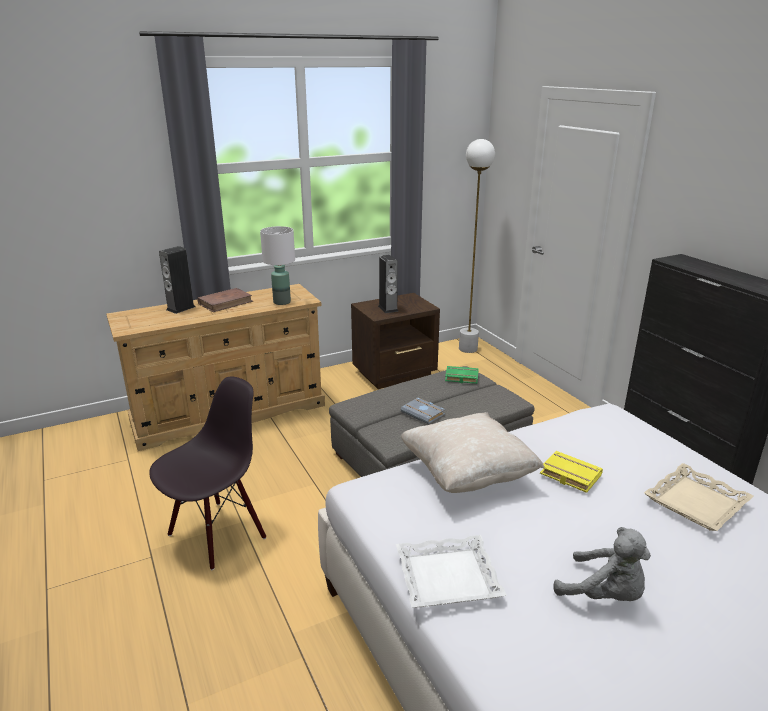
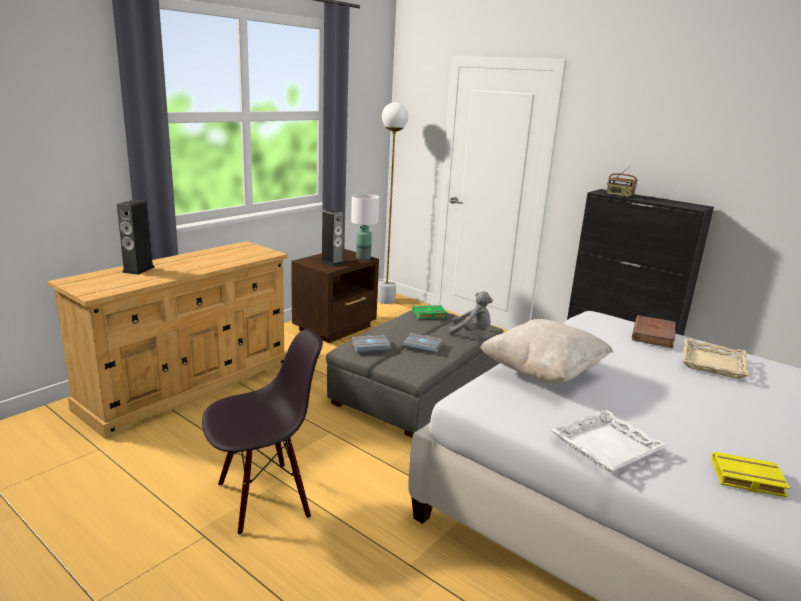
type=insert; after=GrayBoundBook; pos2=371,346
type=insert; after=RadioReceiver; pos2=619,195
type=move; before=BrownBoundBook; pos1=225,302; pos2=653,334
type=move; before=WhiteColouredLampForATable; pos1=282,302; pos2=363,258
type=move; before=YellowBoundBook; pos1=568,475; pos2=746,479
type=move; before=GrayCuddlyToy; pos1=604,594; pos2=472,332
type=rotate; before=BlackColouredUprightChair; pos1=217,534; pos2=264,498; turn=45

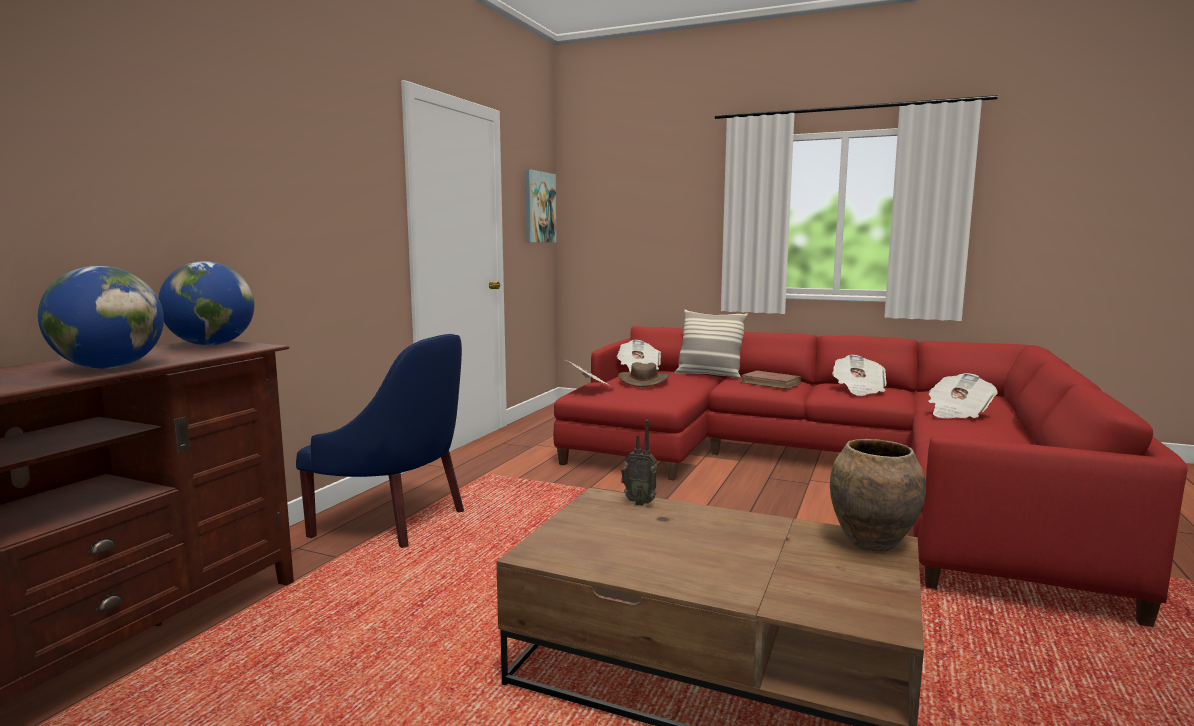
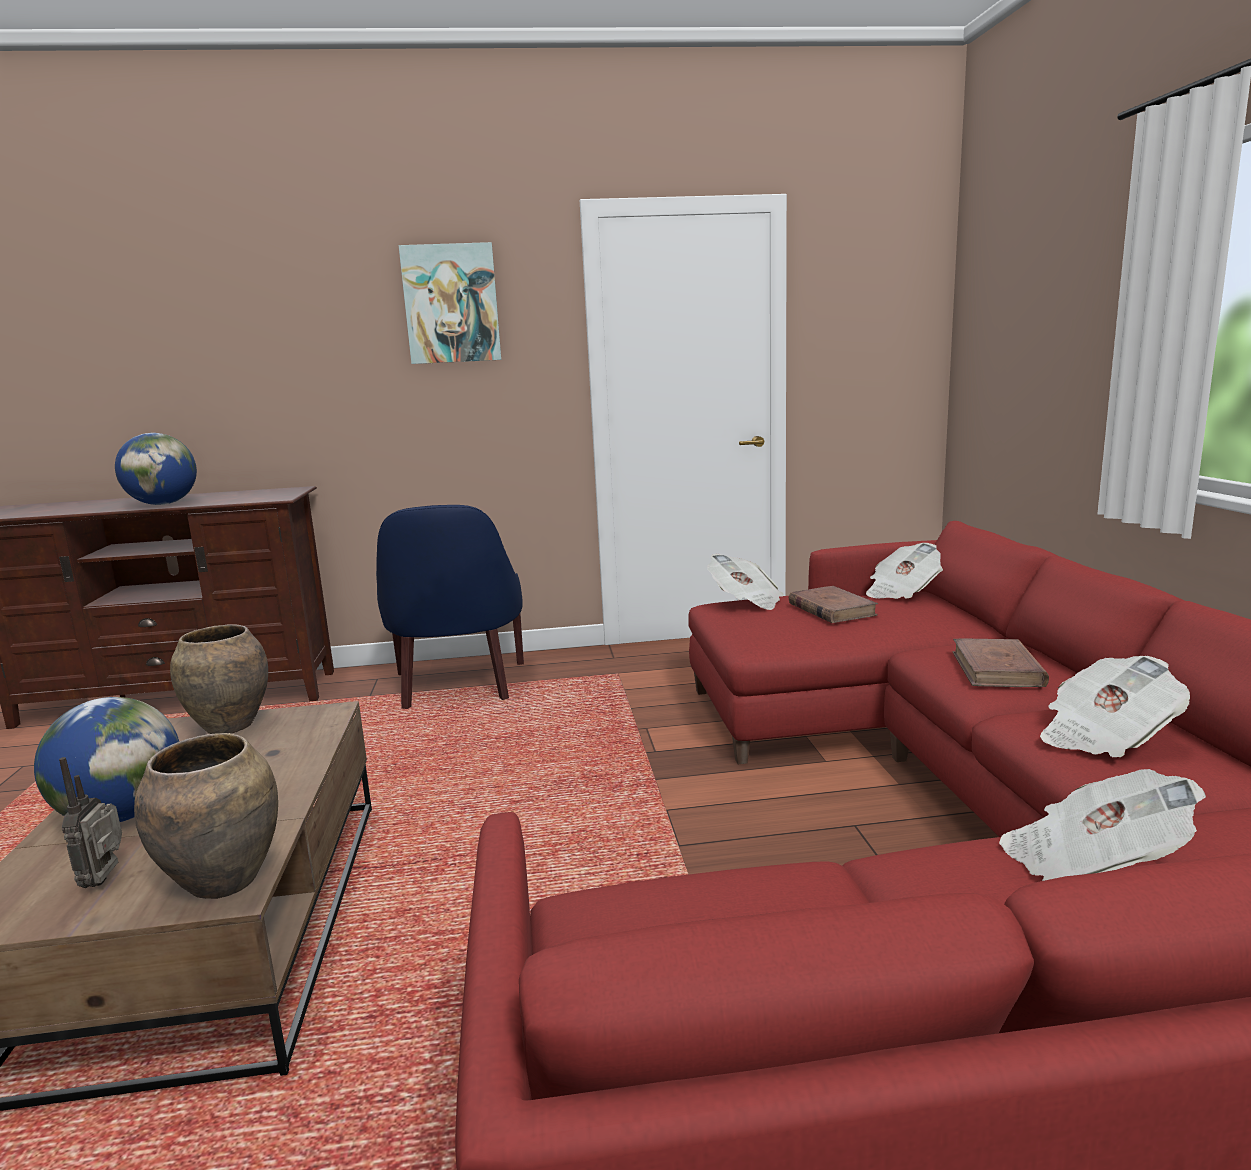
type=delete; before=ThrowPillow; pos1=709,375
type=insert; after=BrownFlowerVase; pos2=229,726
type=move; before=WorldGlobe; pos1=211,345; pos2=122,815
type=move; before=Picture; pos1=539,207; pos2=451,304
type=move; before=RadioReceiver; pos1=639,502; pos2=107,880
type=replace; before=BrownClothingHat; after=BrownBoundBook; pos1=644,381; pos2=831,609

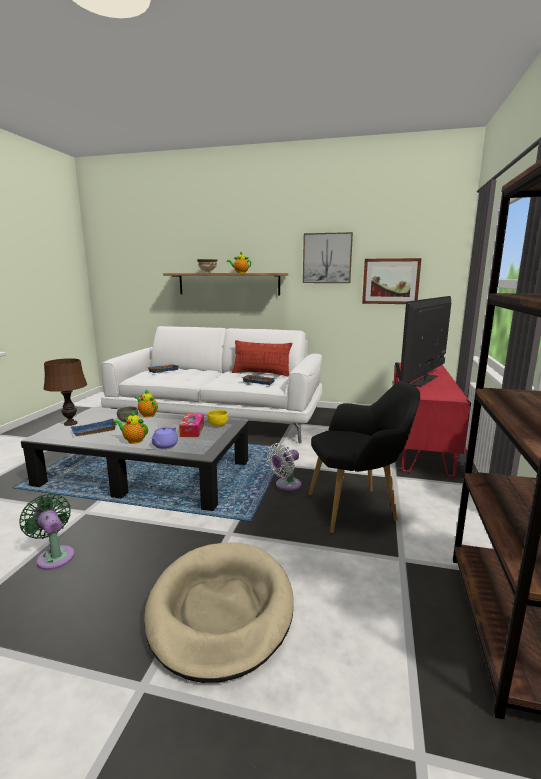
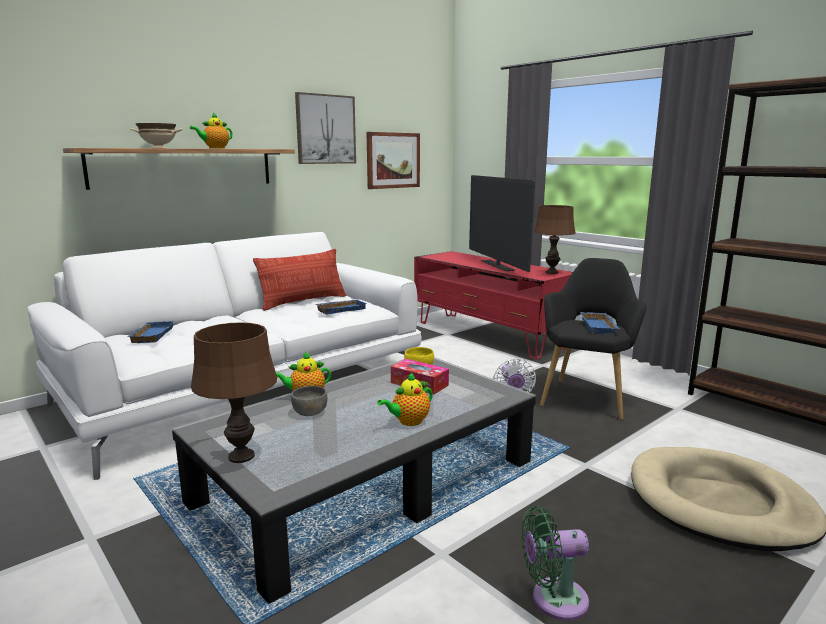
type=delete; before=PurplishTeaPot; pos1=164,445
type=insert; after=BrownLampForATable; pos2=552,272
type=move; before=BluishServingTray; pos1=94,431; pos2=600,327

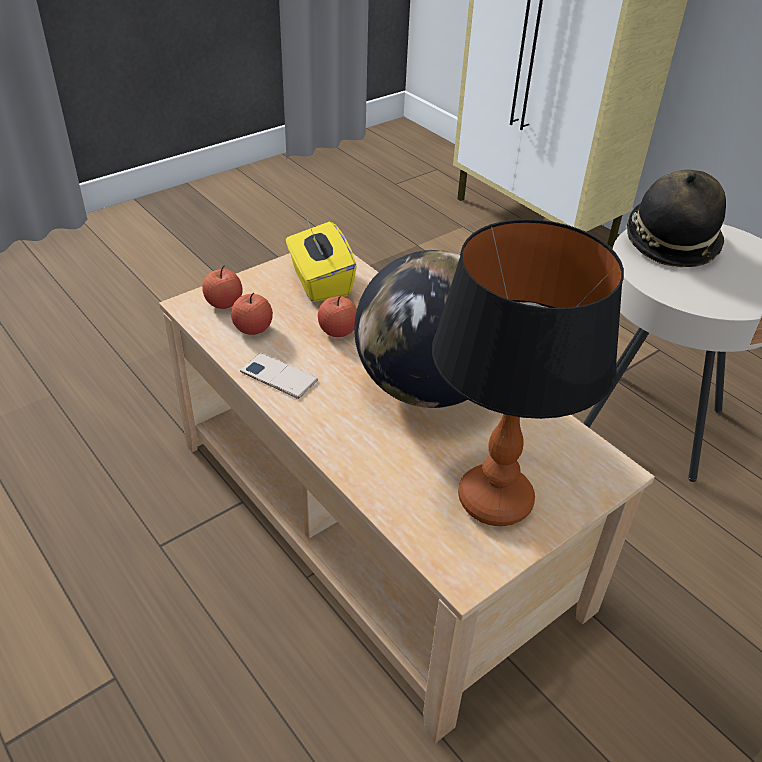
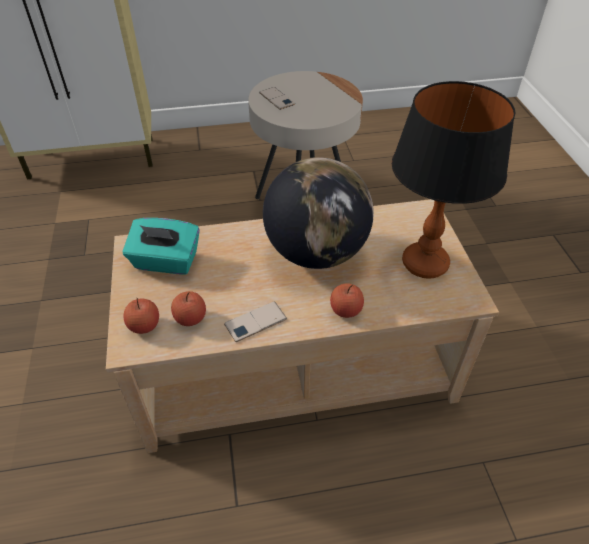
type=move; before=WholeApple; pos1=338,331; pos2=346,310
type=replace; before=ClothingHat; after=Handset; pos1=670,242; pos2=277,98
type=recolor; before=YellowTissueBox; after=BlueGreenTissueBox; pos1=320,282; pos2=166,262

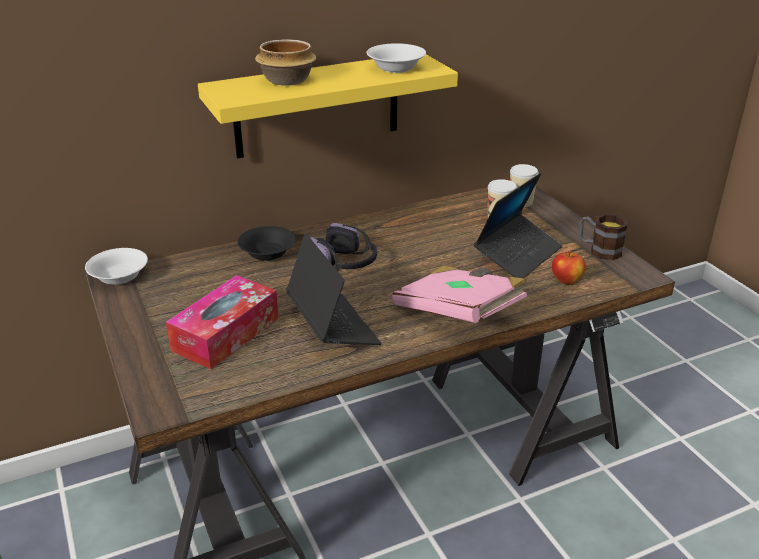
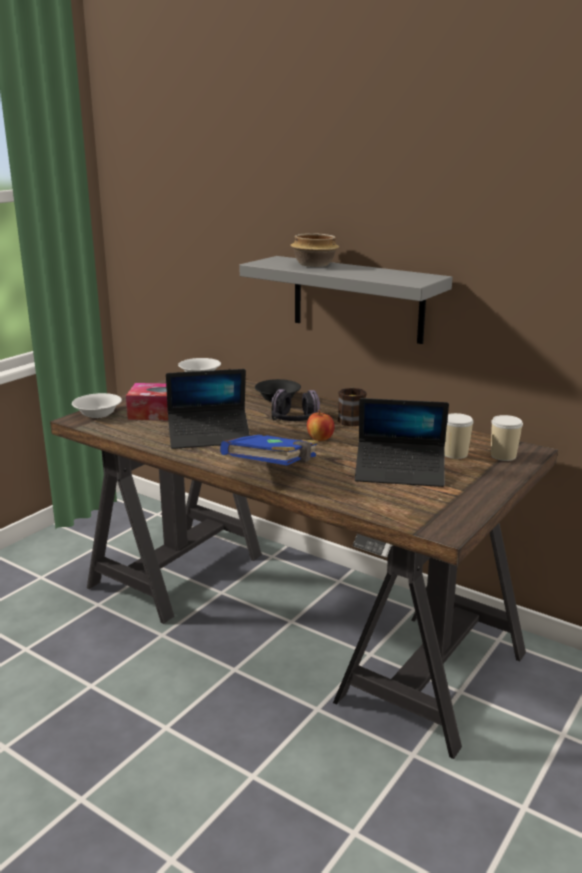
type=move; before=WhiteColouredBowl; pos1=397,68; pos2=98,414
type=move; before=WholeApple; pos1=567,280; pos2=320,439
type=move; before=TeaMug; pos1=599,250; pos2=351,419
type=recolor; before=YellowBracketShelf; after=GrayBracketShelf; pos1=317,105; pos2=357,299
type=recolor; before=PinkBoundBook; after=BluishBoundBook; pos1=458,314; pos2=274,469
type=rotate; before=PortableComputer; pos1=332,326; pos2=209,436; turn=45

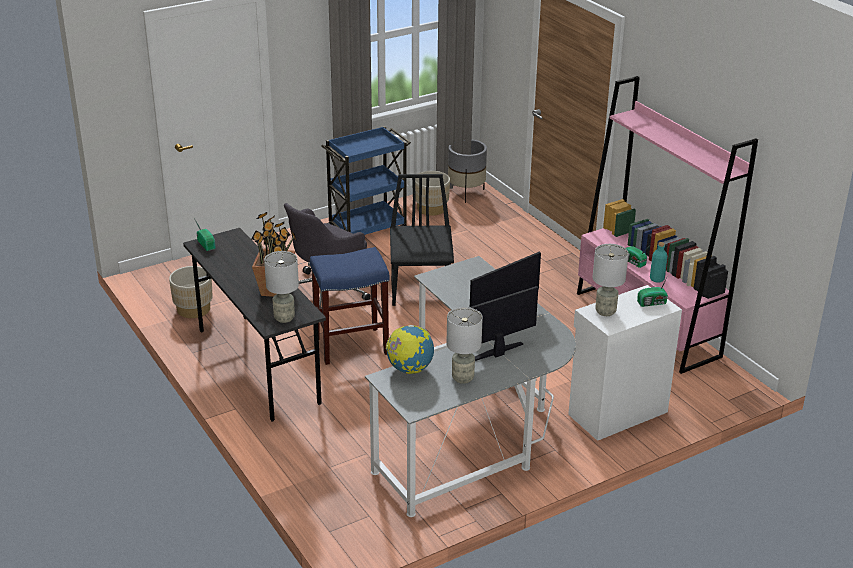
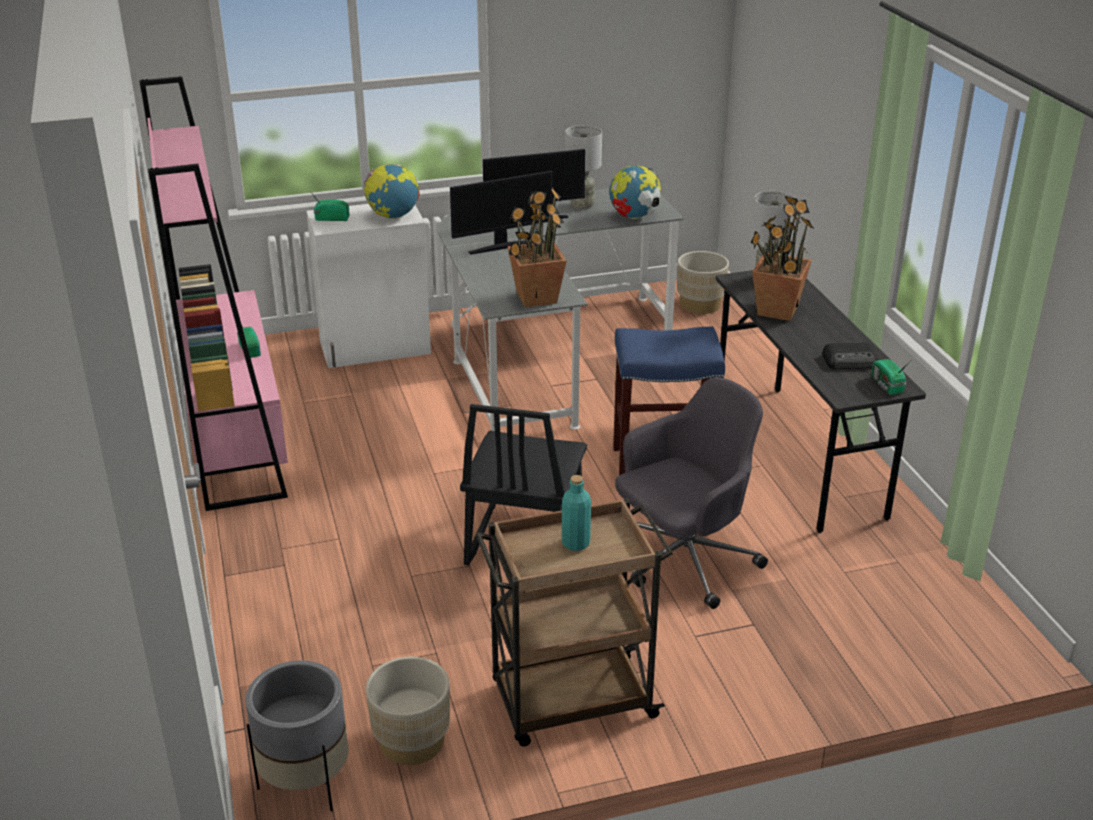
type=insert; after=PottedPlant; pos2=536,297
type=insert; after=RadioReceiver; pos2=851,361
type=move; before=BeigeColouredFlowerPot; pos1=193,309; pos2=700,305
type=move; before=BlueGreenBottle; pos1=657,279; pos2=575,543
type=replace; before=GrayLampForATable; after=WorldGlobe; pos1=605,312; pos2=393,216
type=recolor; before=BluishTrolley; after=BrownTrolley; pos1=367,229; pos2=570,701

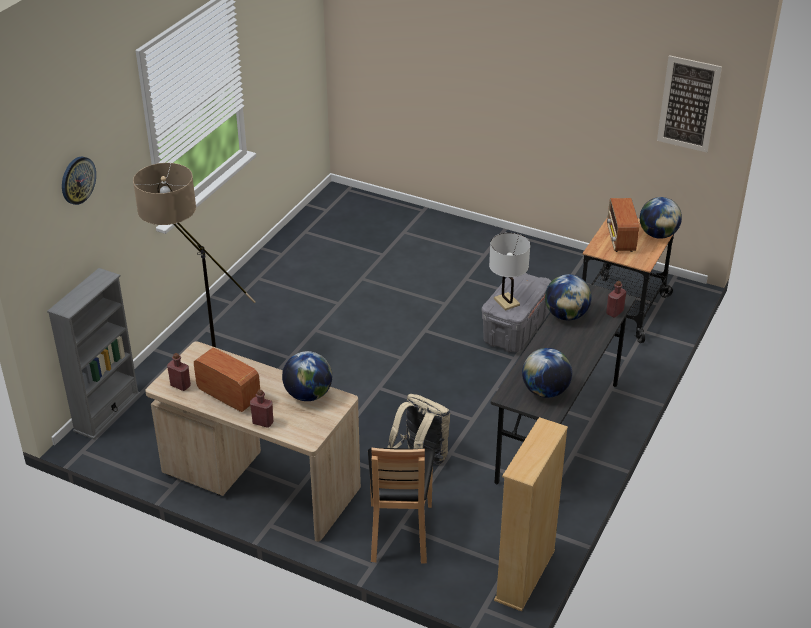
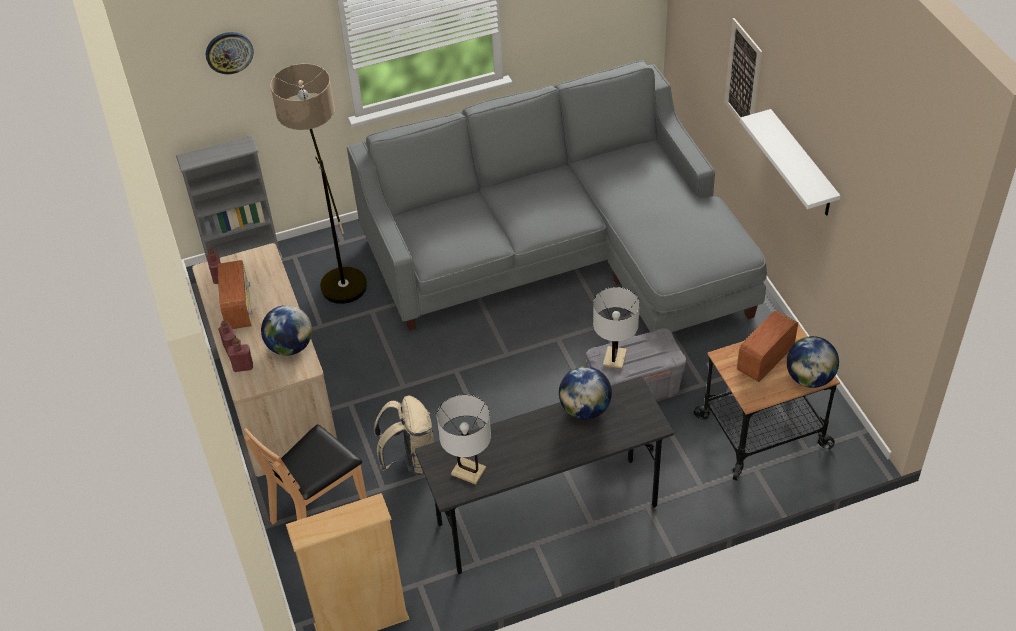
type=insert; after=GraySettee; pos2=565,254
type=insert; after=WhiteColouredBracketShelf; pos2=802,165
type=move; before=ReddishBottle; pos1=614,312; pos2=243,367
type=move; before=Picture; pos1=688,104; pos2=743,77
type=replace; before=WorldGlobe; after=WhiteColouredLampForATable; pos1=545,391; pos2=468,471

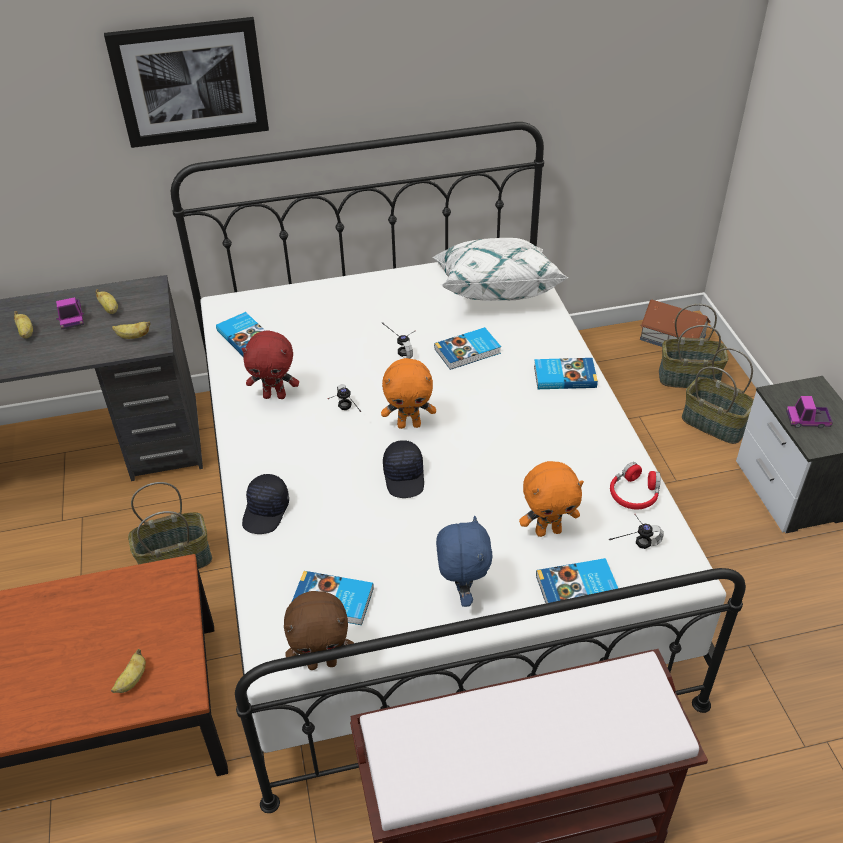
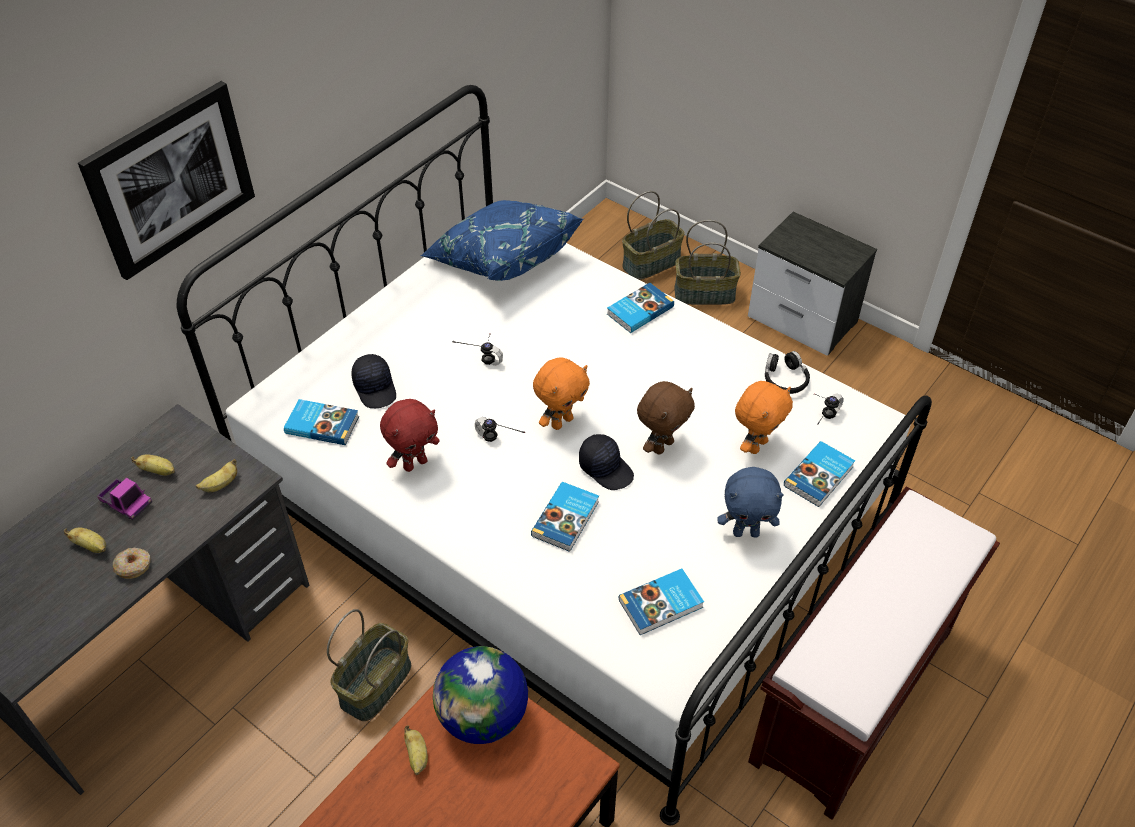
type=delete; before=MiniatureHouse; pos1=673,338
type=delete; before=ToyLorry; pos1=807,420
type=insert; after=Donut; pos2=134,566
type=insert; after=WorldGlobe; pos2=483,717
type=move; before=WholeBanana; pos1=132,680; pos2=417,756
type=move; before=BlackColouredCap; pos1=266,511; pos2=376,388
type=move; before=BrownCuddlyToy; pos1=322,662; pos2=662,445
type=move; before=BoundBook; pos1=468,351; pos2=567,519
type=recolor; before=WhiteColouredThrowPillow; after=BluishThrowPillow; pos1=495,288; pos2=501,259
type=recolor; before=ReddishHeadphones; after=BlackColouredHeadphones; pos1=634,493; pos2=785,379
type=rotate; before=BluishCuddlyToy; pos1=462,592; pos2=746,532; turn=135

